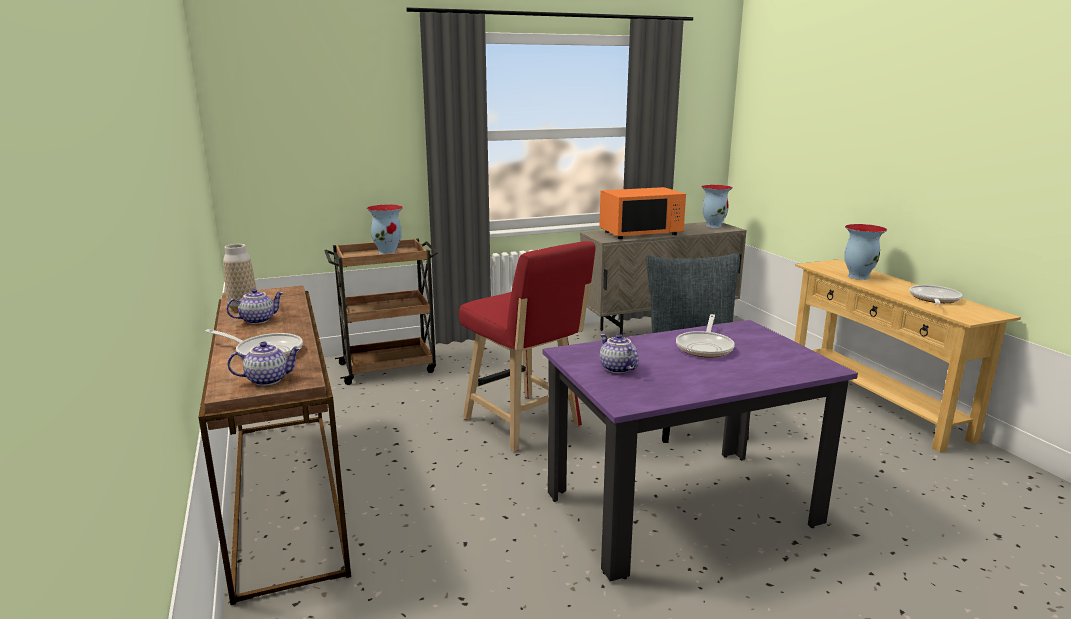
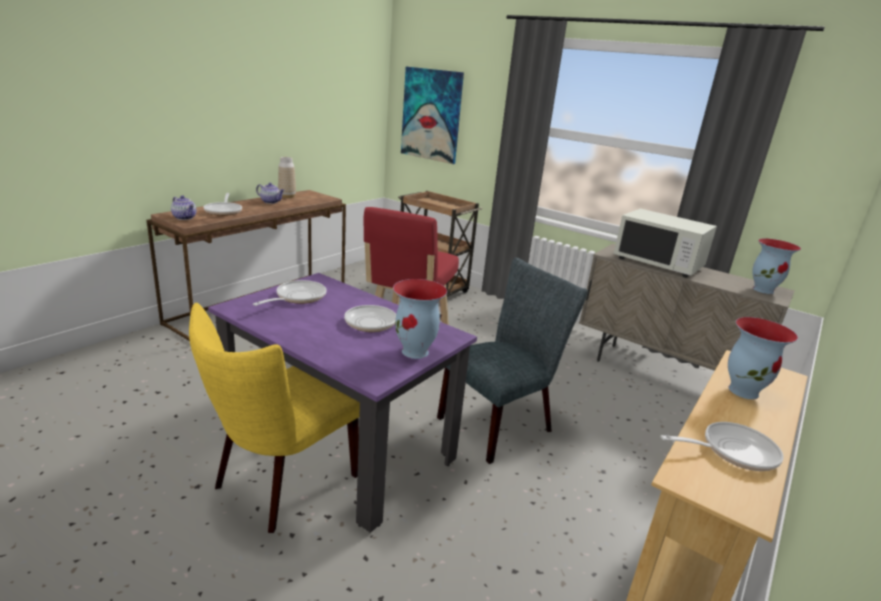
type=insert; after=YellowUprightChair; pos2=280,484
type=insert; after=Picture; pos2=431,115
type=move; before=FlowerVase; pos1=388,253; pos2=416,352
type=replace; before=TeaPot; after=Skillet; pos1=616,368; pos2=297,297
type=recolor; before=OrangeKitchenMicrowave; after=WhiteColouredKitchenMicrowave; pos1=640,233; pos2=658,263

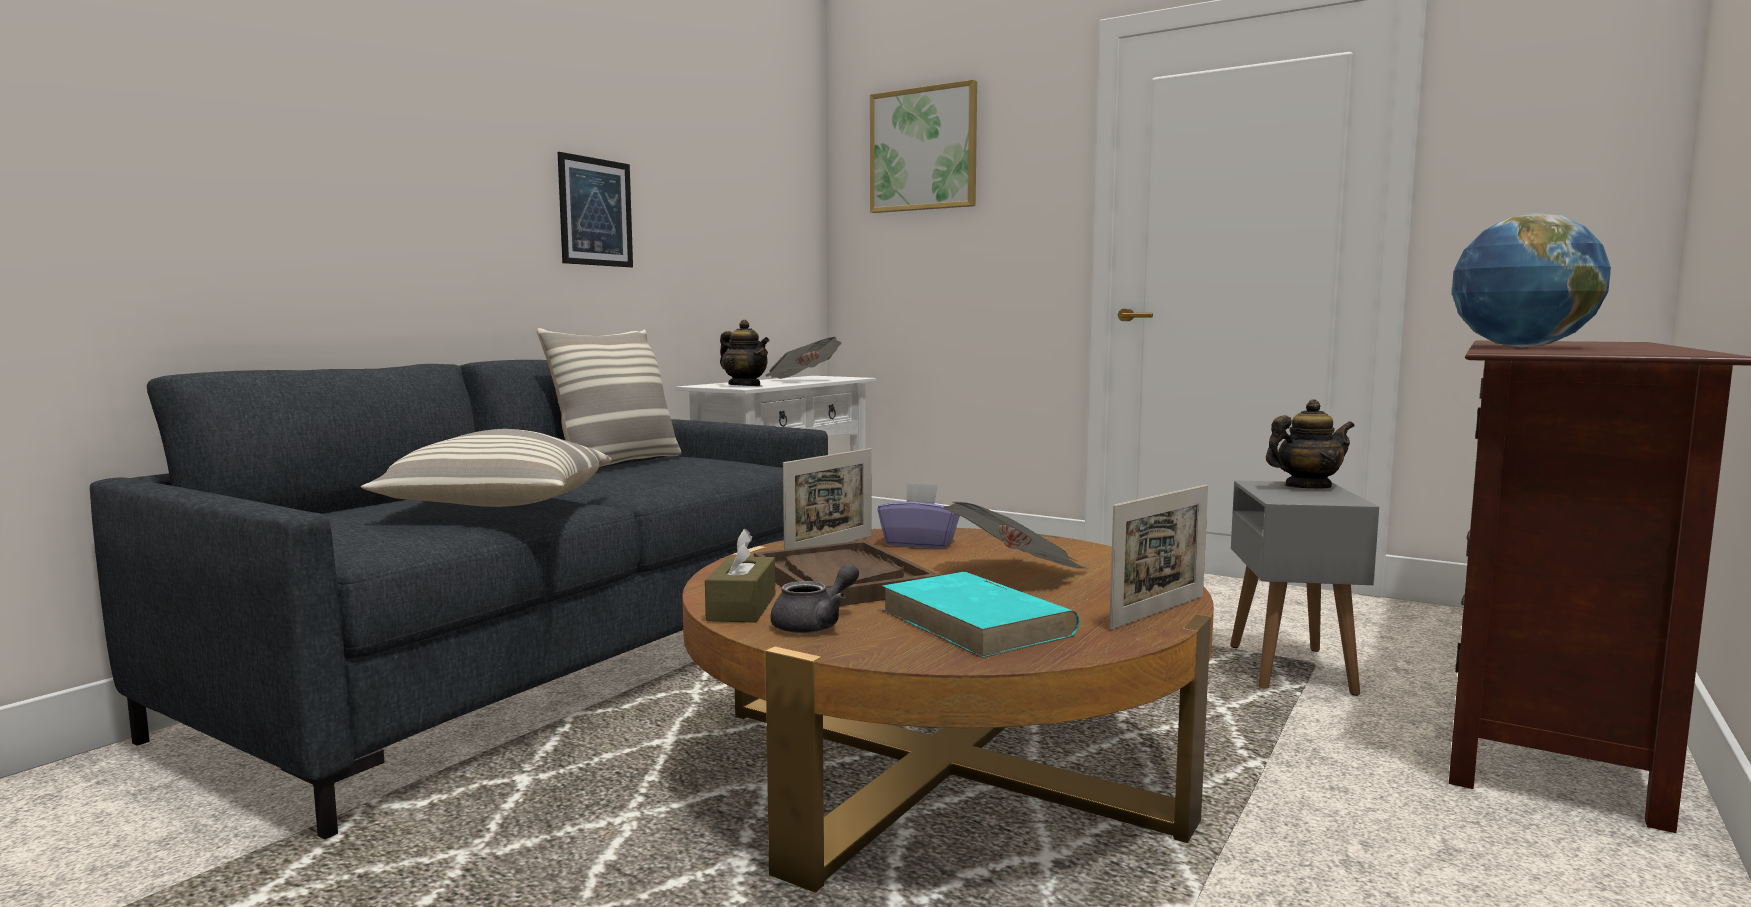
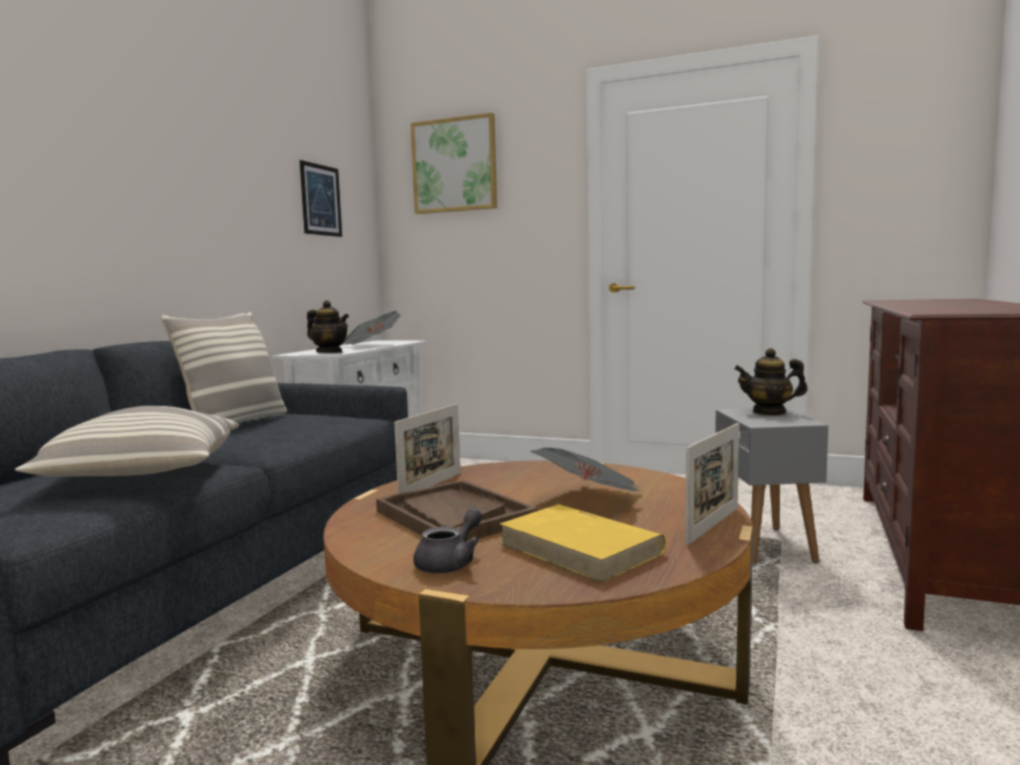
type=delete; before=BrownTissueBox; pos1=742,607
type=delete; before=PurplishTissueBox; pos1=919,543
type=delete; before=WorldGlobe; pos1=1521,347
type=move; before=Picture; pos1=596,212; pos2=321,200
type=recolor; before=BlueGreenBoundBook; after=YellowBoundBook; pos1=977,623; pos2=581,549
type=rotate; before=TeaPot; pos1=1307,487; pos2=769,412; turn=-150

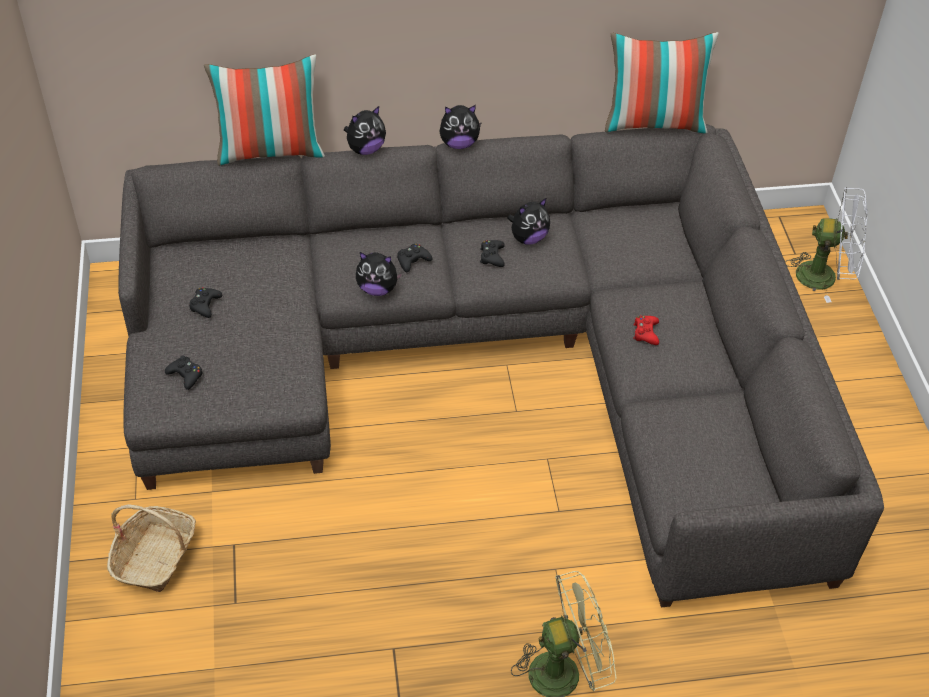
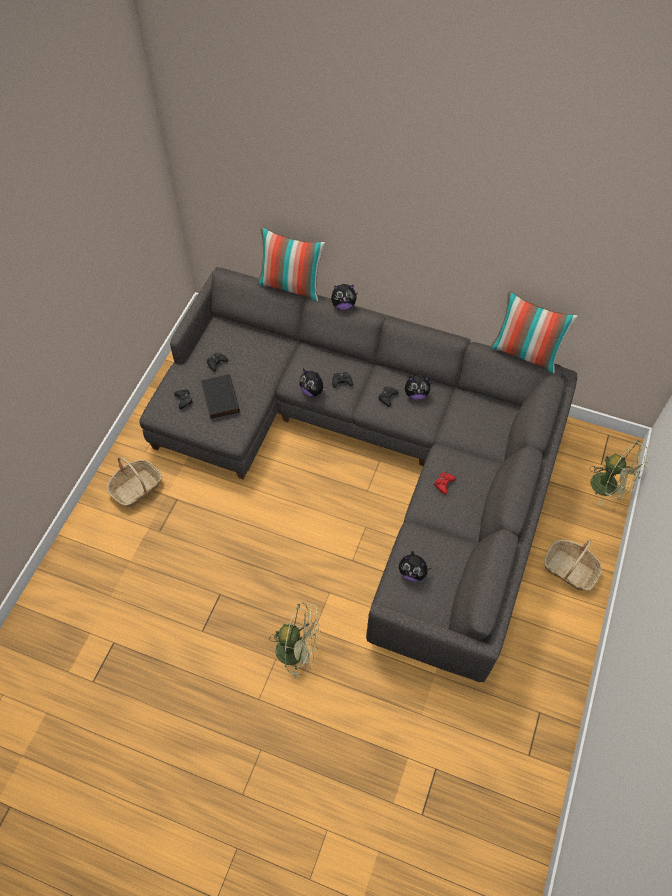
type=insert; after=BlackColouredBoundBook; pos2=219,398
type=insert; after=StorageBasket; pos2=570,569
type=move; before=CuddlyToy; pos1=459,144; pos2=412,572
type=recolor; before=WhiteColouredElectricFan; after=GreenColouredElectricFan; pos1=825,276; pos2=610,487

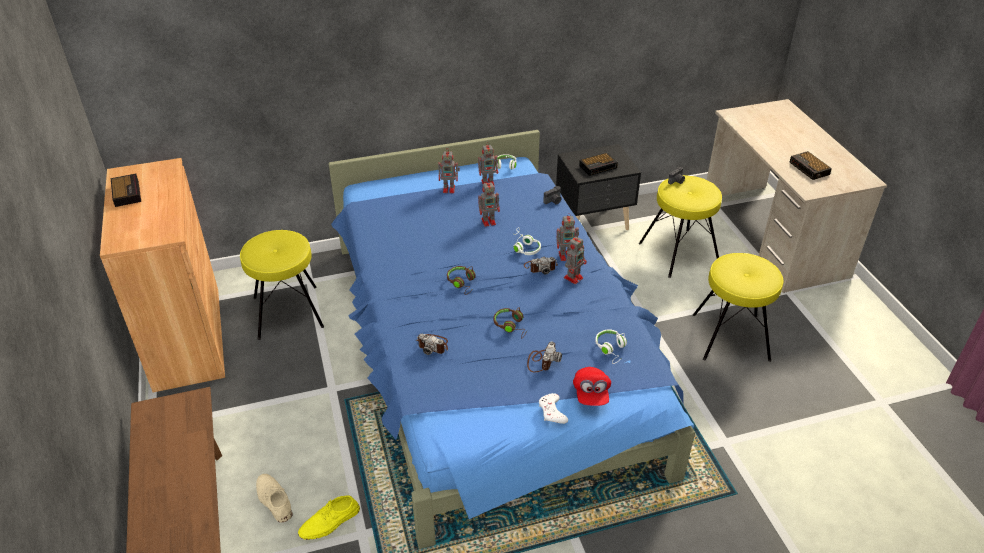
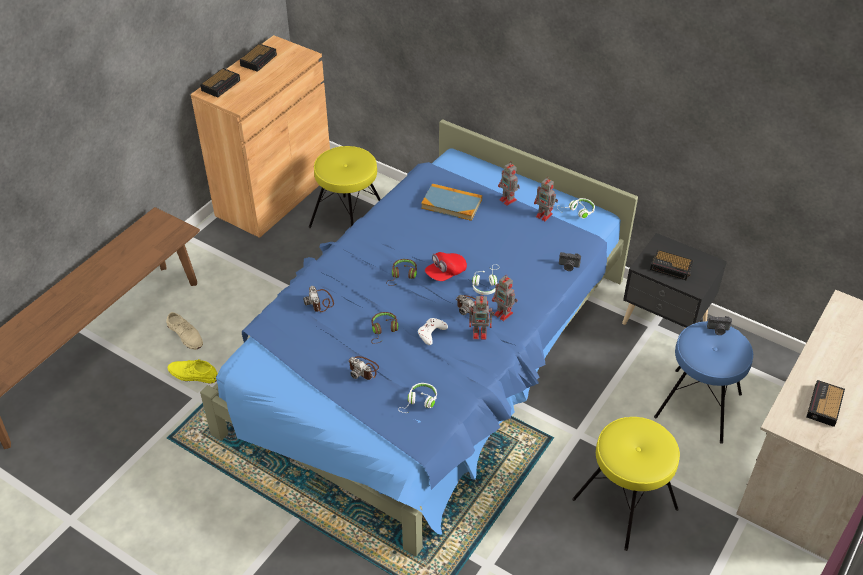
type=delete; before=RobotFigure; pos1=489,221
type=insert; after=BedsideClock; pos2=221,85
type=insert; after=BoundBook; pos2=451,204
type=move; before=WhiteColouredJoypad; pos1=552,411; pos2=431,333
type=move; before=ReddishCap; pos1=591,394; pos2=445,273
type=recolor; before=YellowSittingStool; after=BluishSittingStool; pos1=678,252; pos2=698,405
type=rotate; before=BeigeColouredShoe; pos1=273,499; pos2=185,334; turn=120
type=rotate; before=StillCamera; pos1=542,361; pos2=363,369; turn=60

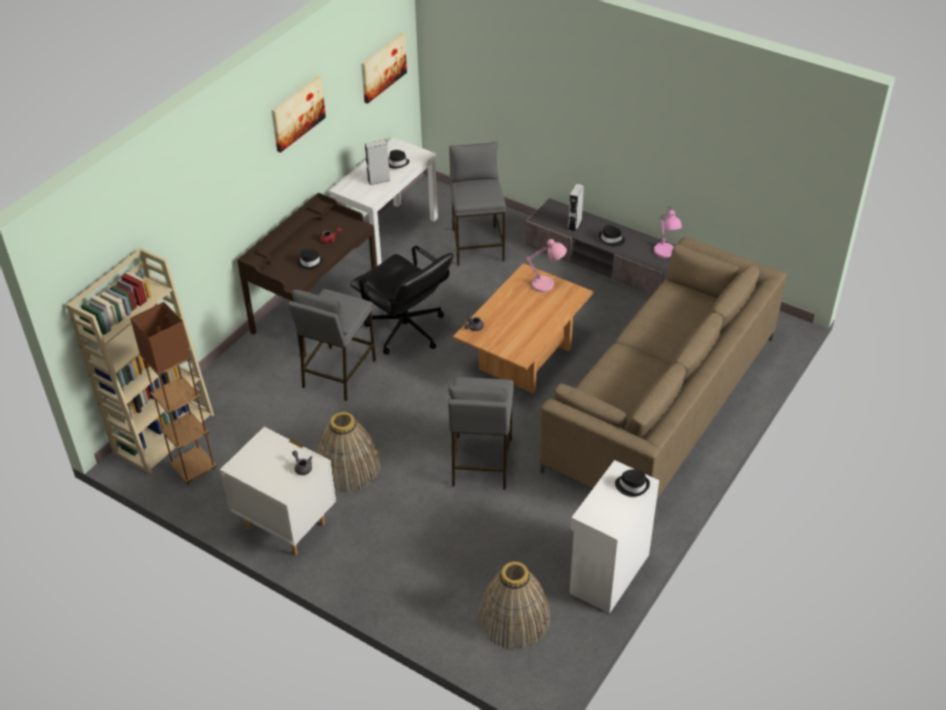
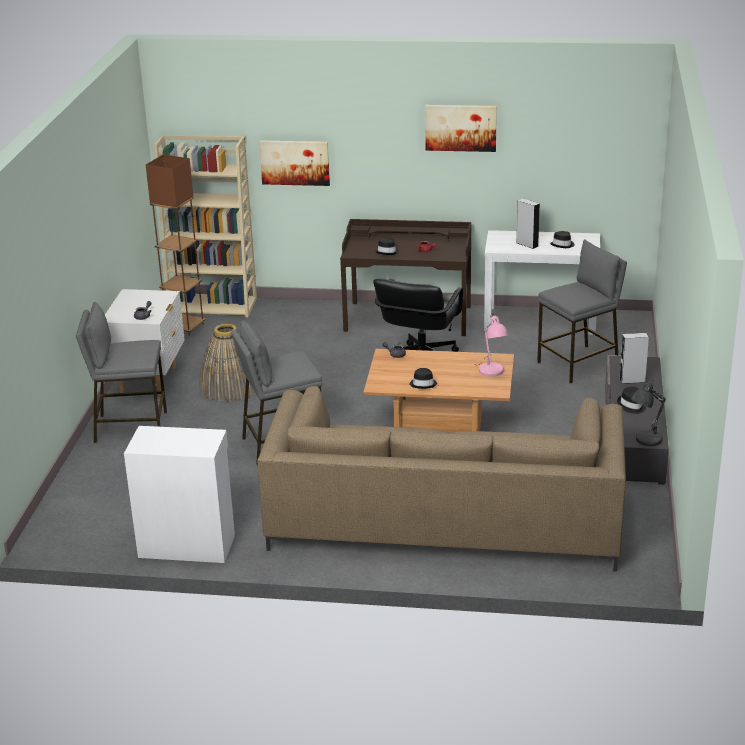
type=delete; before=StorageBasket; pos1=514,618
type=move; before=GraySittingStool; pos1=338,373; pos2=130,427
type=move; before=Picture; pos1=382,67; pos2=295,162
type=move; before=BlackColouredClothingHat; pos1=632,485; pos2=423,384
type=recolor; before=PinkLampForATable; after=GrayLampForATable; pos1=665,253; pos2=646,440

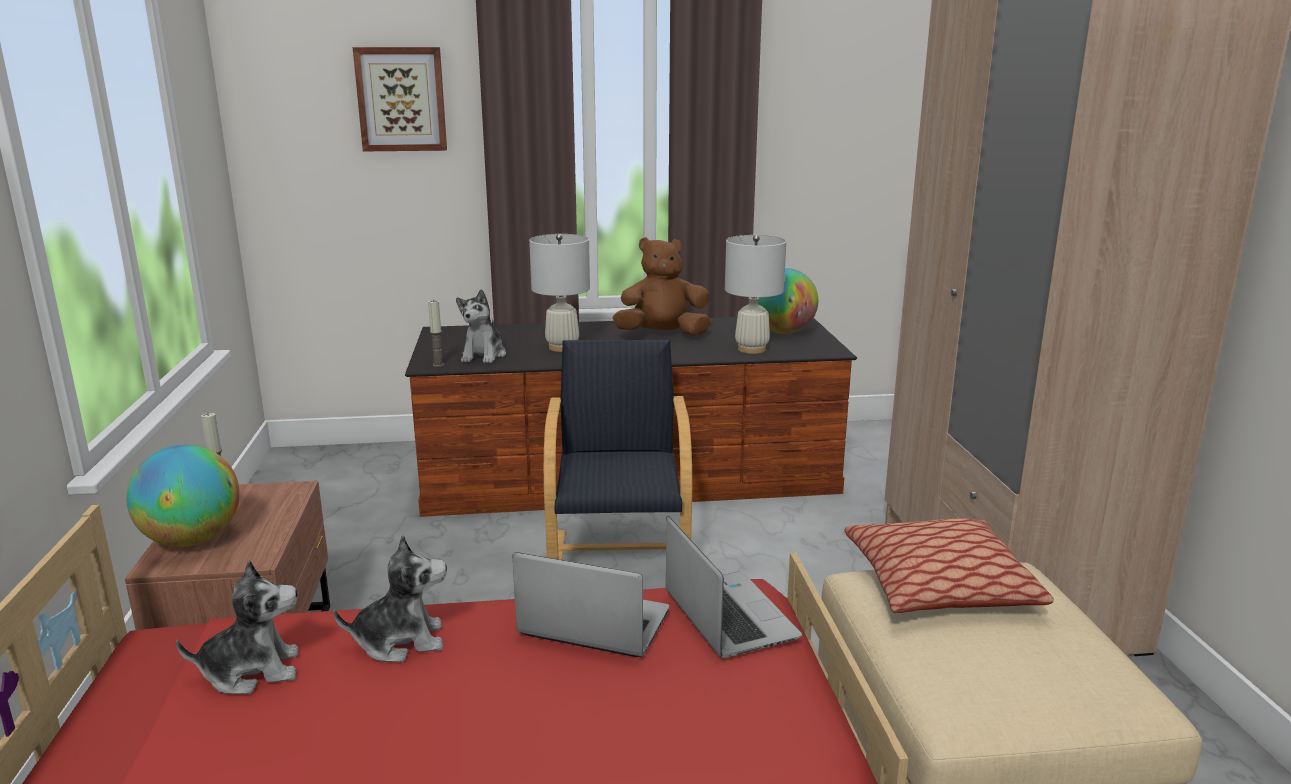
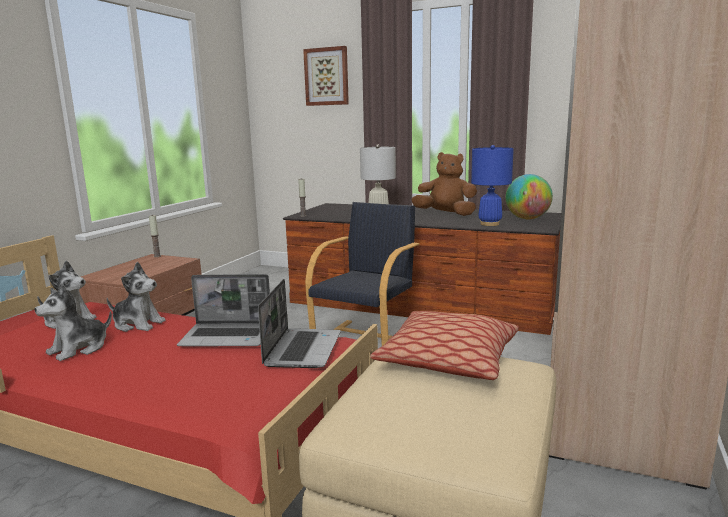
type=delete; before=WorldGlobe; pos1=192,540
type=move; before=CuddlyToy; pos1=484,355; pos2=79,349
type=recolor; before=WhiteColouredLampForATable; after=BluishLampForATable; pos1=752,349; pos2=490,224
type=rotate; before=PortableComputer; pos1=592,624; pos2=228,337; turn=135

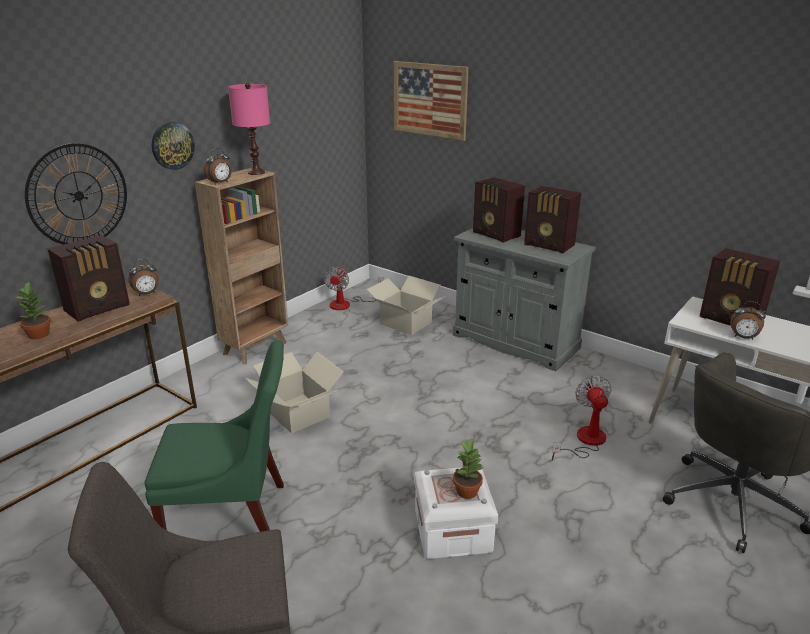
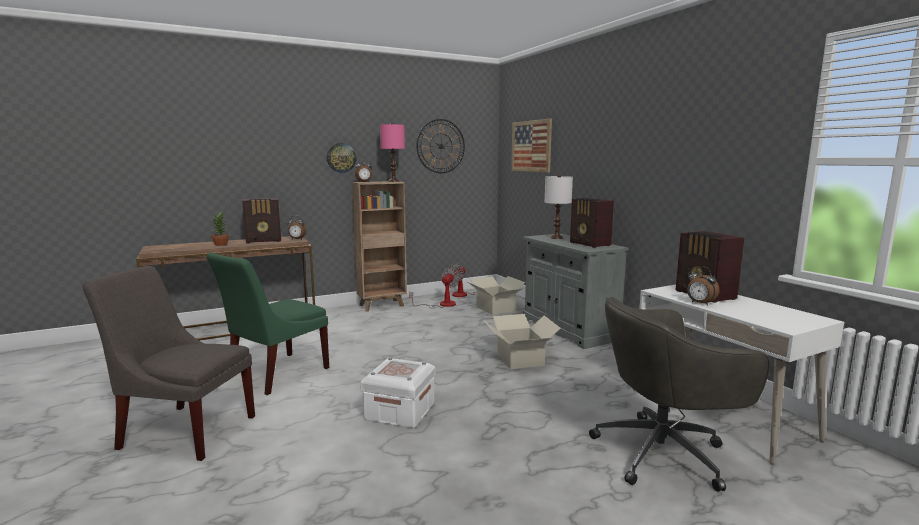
type=delete; before=PottedPlant; pos1=466,491
type=move; before=HangingClock; pos1=78,195; pos2=440,146
type=move; before=CardboardBox; pos1=298,413; pos2=520,359
type=move; before=ElectricFan; pos1=584,441; pos2=441,305
type=replace; before=RadioReceiver; after=WhiteColouredLampForATable; pos1=496,235; pos2=556,238
type=rotate; before=GreenColouredUprightChair; pos1=234,519; pos2=274,374; turn=105

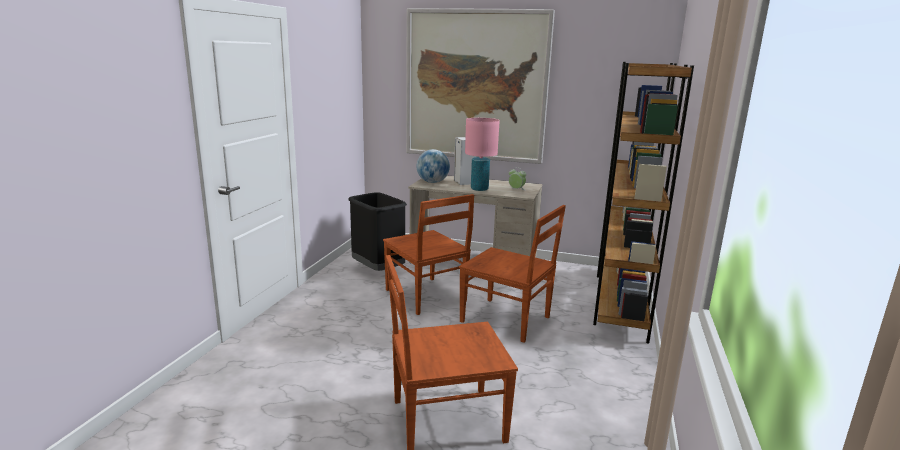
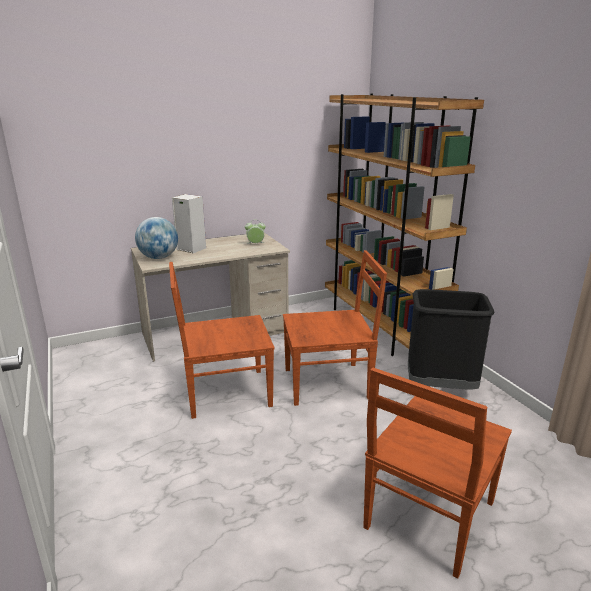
type=delete; before=Picture; pos1=476,86
type=delete; before=PinkLampForATable; pos1=479,189
type=move; before=BlackColouredWasteBin; pos1=378,270; pos2=440,387
type=rotate; before=BrownUprightChair; pos1=426,296; pos2=225,393; turn=150

